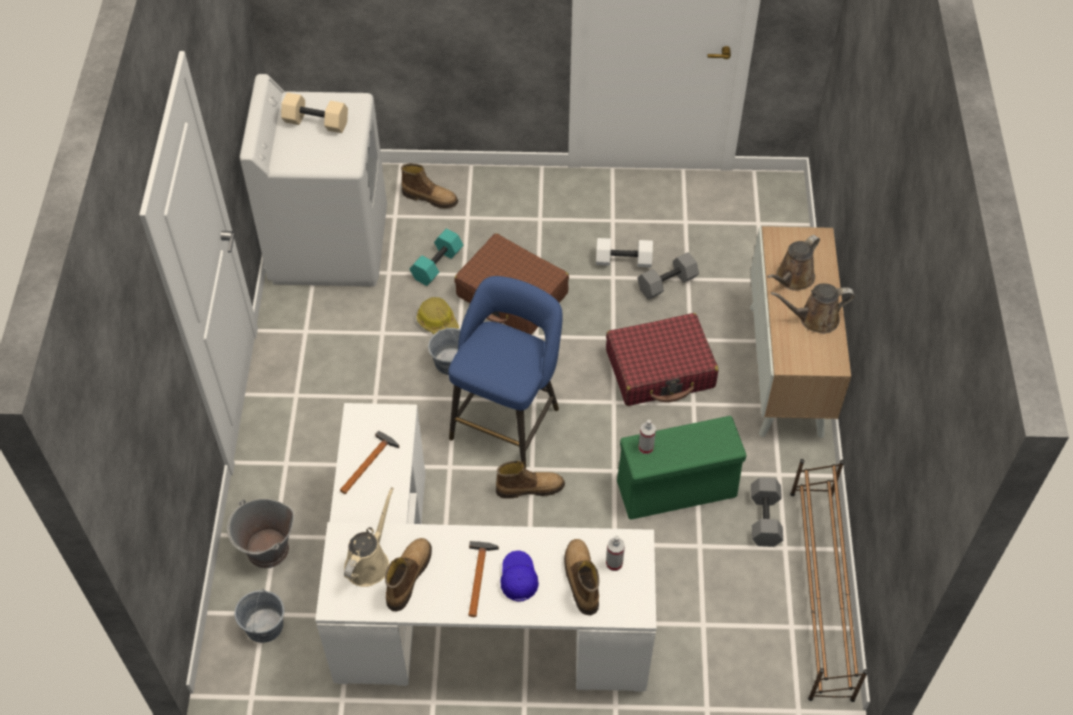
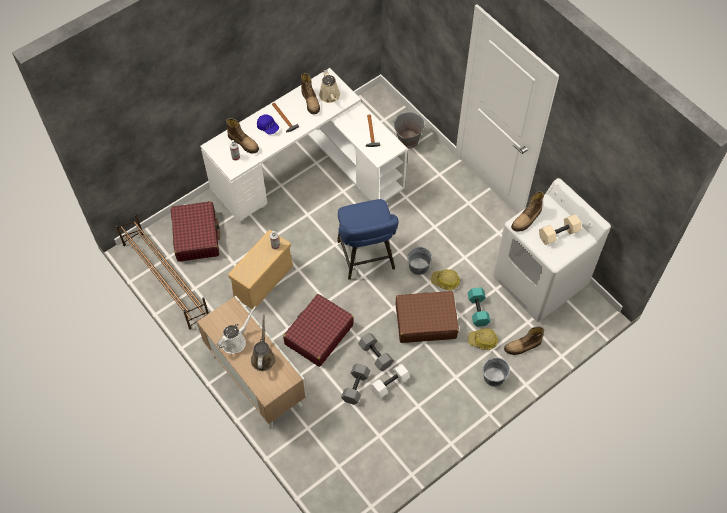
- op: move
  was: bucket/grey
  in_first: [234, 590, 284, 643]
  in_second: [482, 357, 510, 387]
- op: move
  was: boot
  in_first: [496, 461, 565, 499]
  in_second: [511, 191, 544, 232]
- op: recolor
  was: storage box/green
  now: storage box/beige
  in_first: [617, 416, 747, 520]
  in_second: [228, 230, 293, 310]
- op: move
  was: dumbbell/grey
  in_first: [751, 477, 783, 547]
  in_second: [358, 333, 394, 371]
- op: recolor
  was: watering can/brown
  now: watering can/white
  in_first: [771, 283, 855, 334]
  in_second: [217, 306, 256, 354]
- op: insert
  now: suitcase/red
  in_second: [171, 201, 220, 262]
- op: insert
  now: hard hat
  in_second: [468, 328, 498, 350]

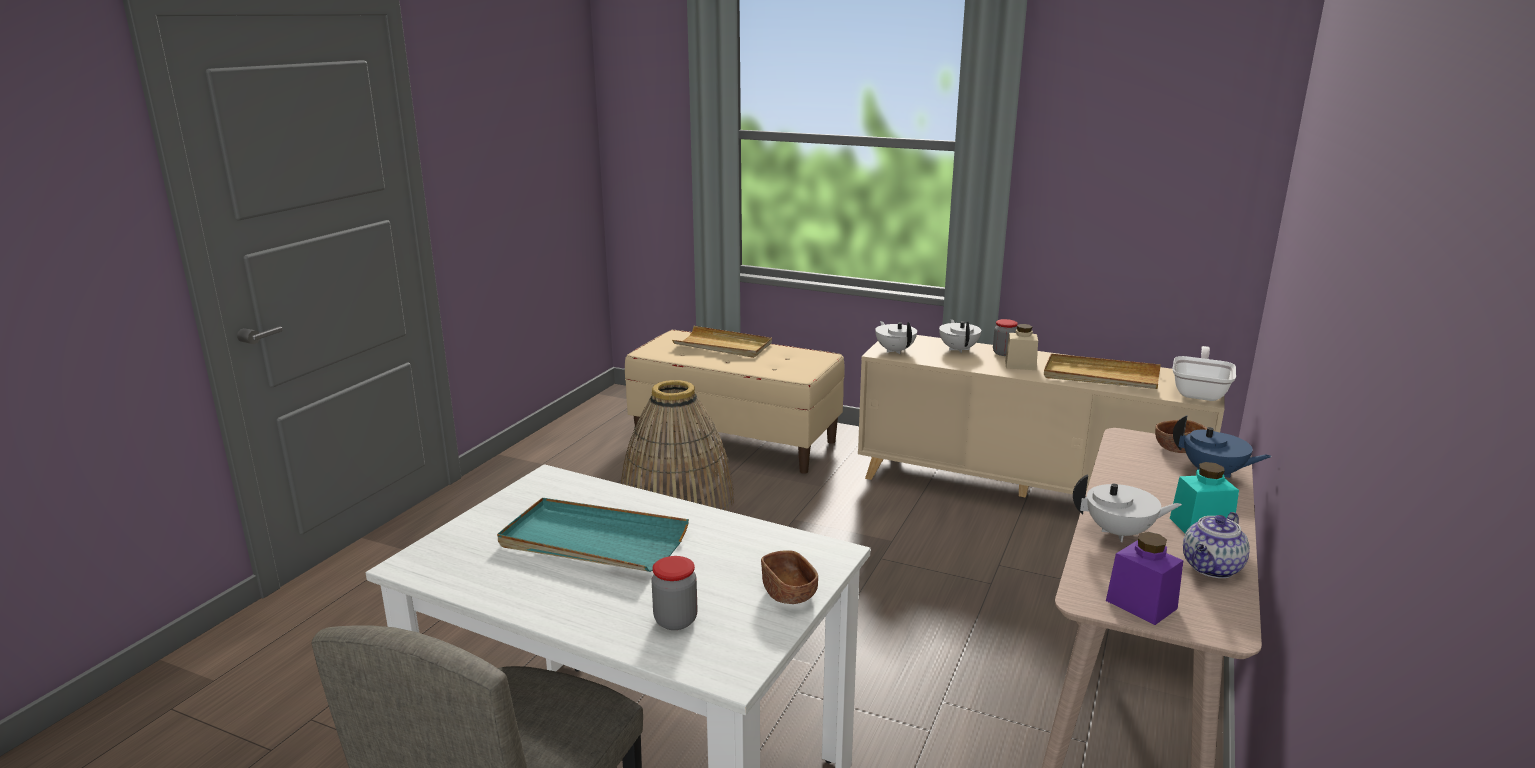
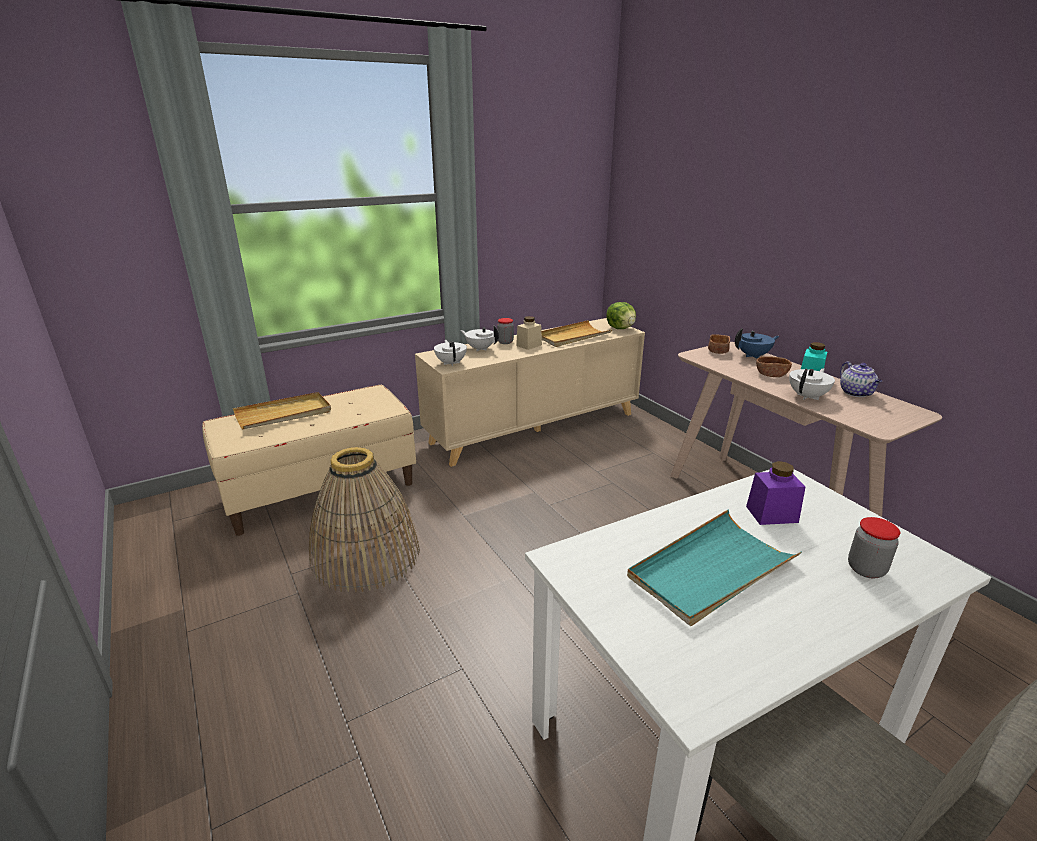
- op: move
  was: bowl/brown
  in_first: [761, 550, 818, 604]
  in_second: [756, 356, 792, 377]
- op: rotate
  was: teapot/white
  in_first: [875, 321, 917, 354]
  in_second: [434, 340, 467, 366]
  clockwise: 60
- op: move
  was: jar/purple
  in_first: [1106, 532, 1183, 625]
  in_second: [746, 461, 805, 525]
- op: replace
  was: frying pan
  now: lettuce
  in_first: [1173, 346, 1236, 401]
  in_second: [606, 302, 636, 329]

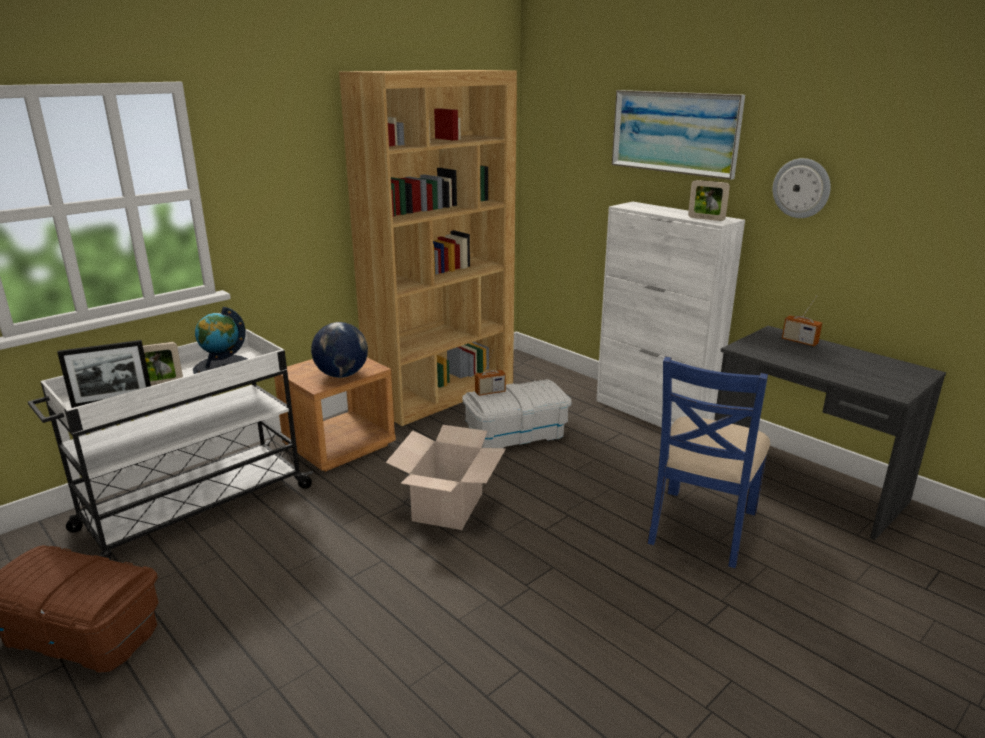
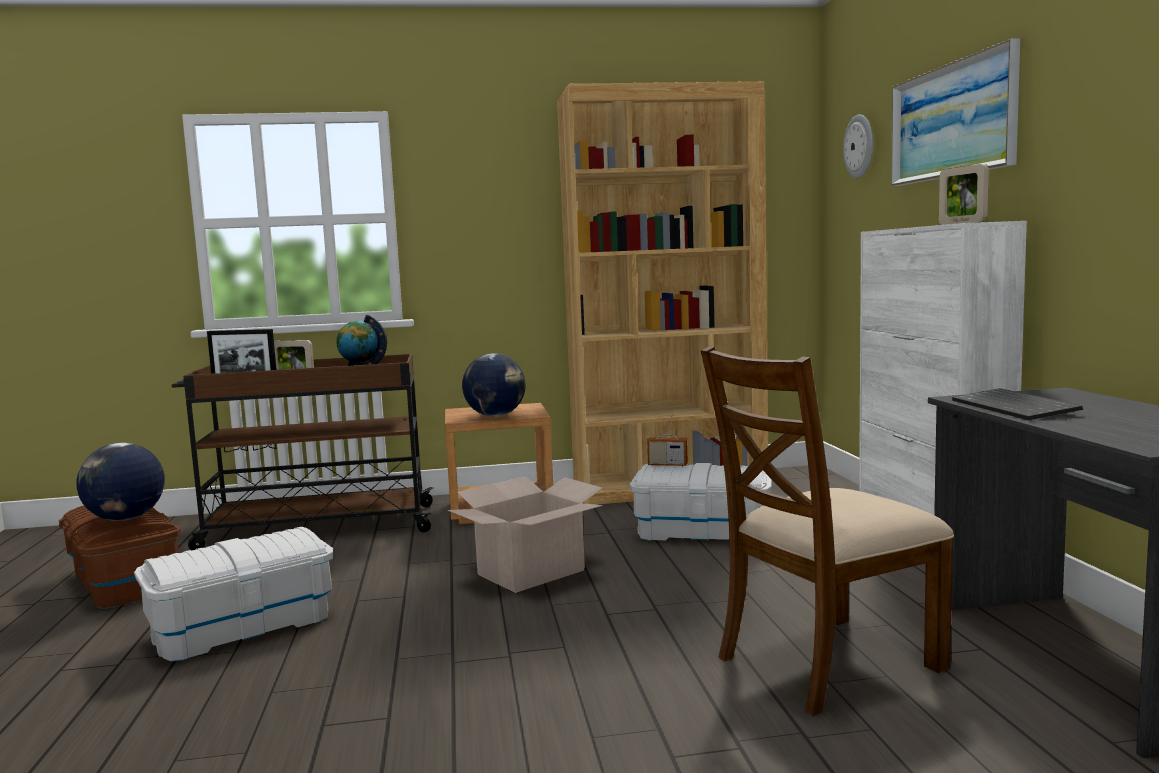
- op: recolor
  was: cart/white
  now: cart/brown
  in_first: [28, 329, 313, 560]
  in_second: [172, 354, 433, 550]
- op: recolor
  was: chair/blue
  now: chair/brown
  in_first: [647, 356, 770, 568]
  in_second: [701, 346, 954, 716]
- op: move
  was: wall clock
  in_first: [773, 158, 831, 218]
  in_second: [843, 114, 873, 178]
- op: delete
  was: radio
  in_first: [782, 296, 822, 346]
- op: insert
  now: globe
  in_second: [77, 442, 165, 521]
- op: insert
  now: storage box/white
  in_second: [134, 527, 333, 662]
- op: insert
  now: keyboard
  in_second: [952, 388, 1083, 420]

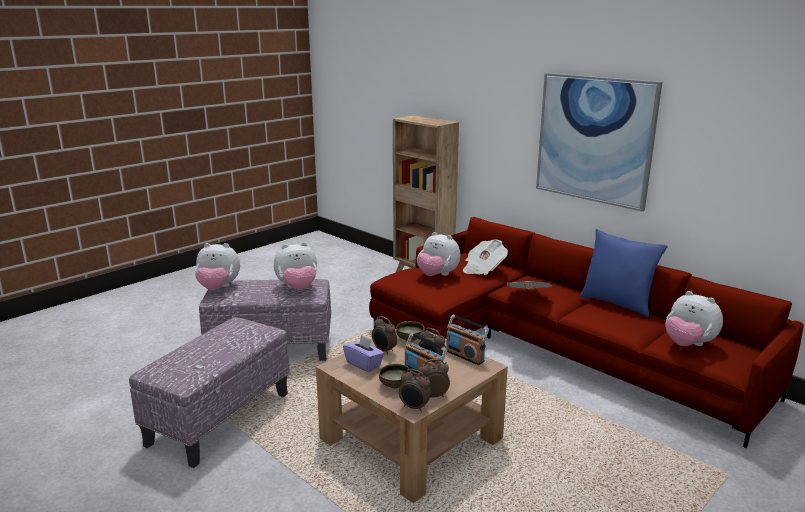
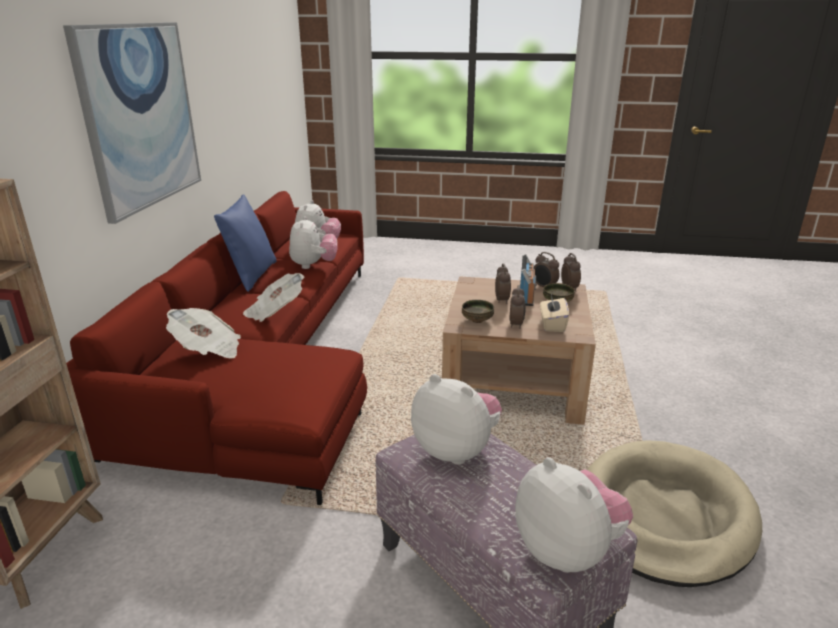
- op: replace
  was: ottoman
  now: dog bed/beige
  in_first: [129, 317, 290, 468]
  in_second: [587, 440, 762, 587]
- op: recolor
  was: tissue box/purple
  now: tissue box/beige
  in_first: [343, 335, 384, 372]
  in_second: [540, 294, 569, 332]
- op: move
  was: plush toy
  in_first: [417, 232, 460, 276]
  in_second: [289, 216, 338, 269]
- op: delete
  was: radio
  in_first: [446, 314, 489, 365]

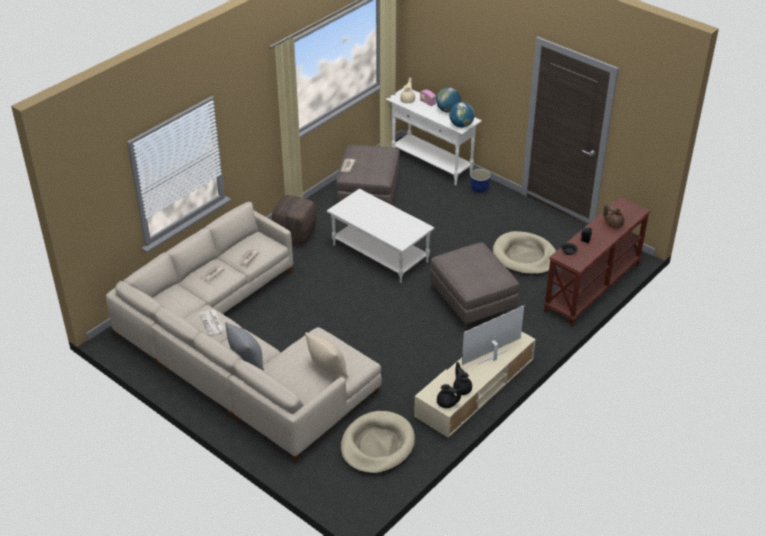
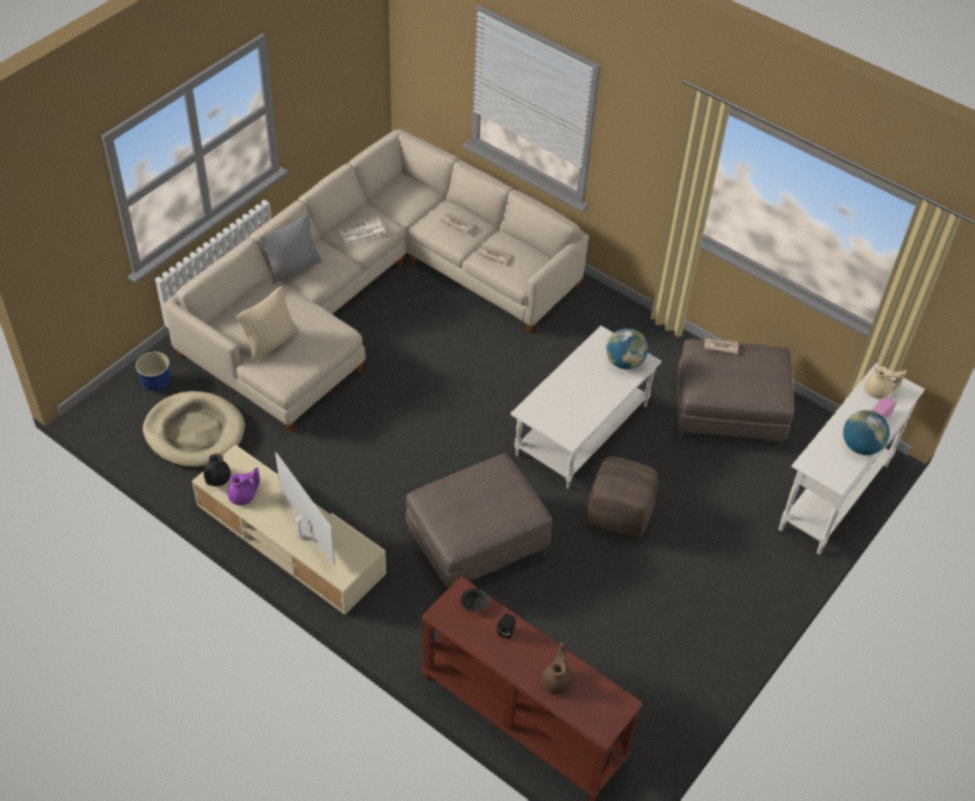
- op: move
  was: ottoman/brown
  in_first: [272, 195, 316, 244]
  in_second: [588, 457, 658, 539]
- op: move
  was: globe
  in_first: [449, 102, 475, 128]
  in_second: [606, 328, 648, 369]
- op: recolor
  was: teapot/black
  now: teapot/purple
  in_first: [453, 362, 472, 395]
  in_second: [227, 468, 260, 505]
- op: move
  was: planter
  in_first: [470, 169, 491, 193]
  in_second: [136, 352, 171, 391]
- op: delete
  was: dog bed/beige
  in_first: [493, 231, 556, 275]

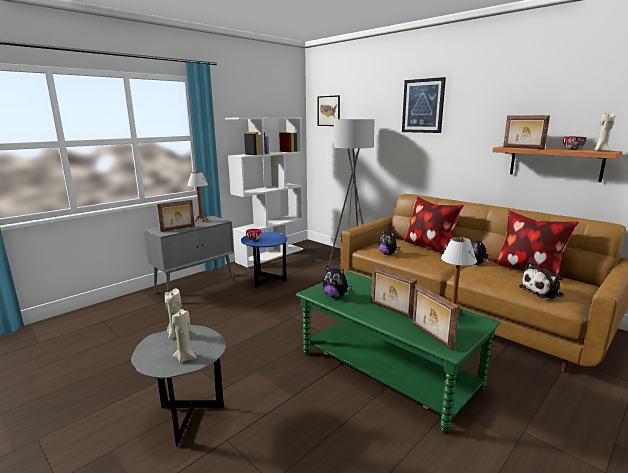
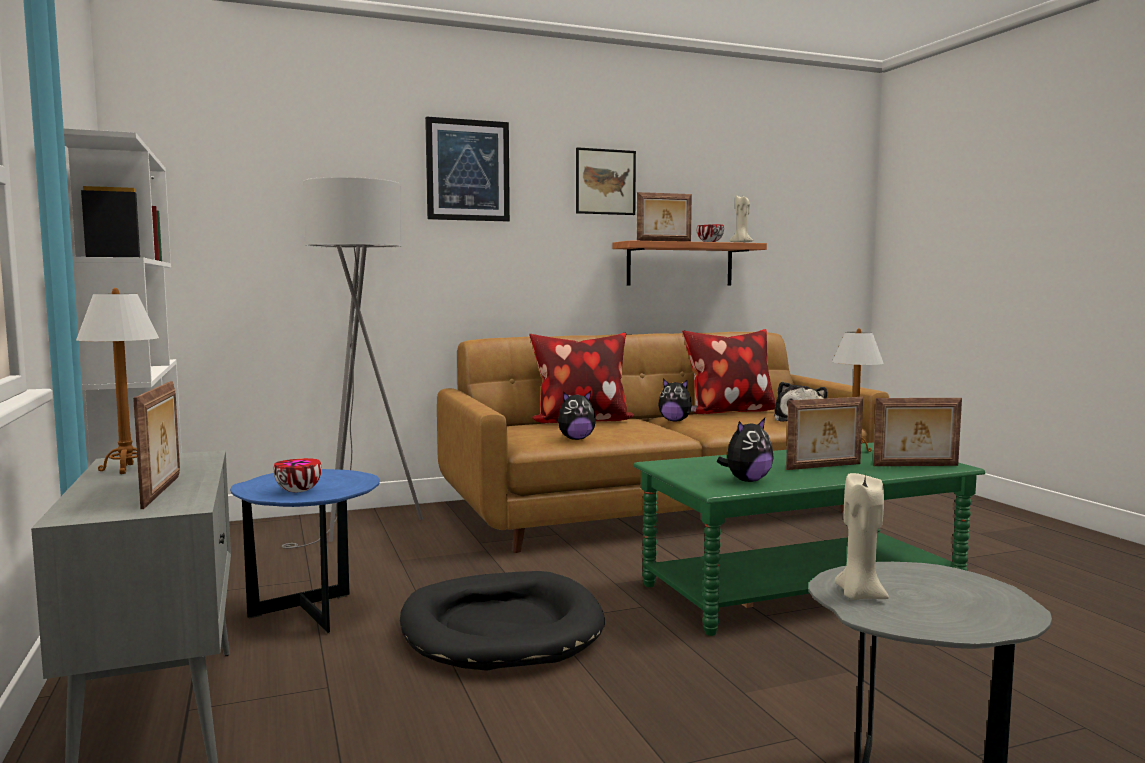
- op: delete
  was: candle/beige
  in_first: [172, 309, 197, 363]
- op: move
  was: picture
  in_first: [317, 95, 340, 126]
  in_second: [576, 147, 636, 215]
- op: insert
  now: dog bed/black
  in_second: [400, 571, 605, 671]

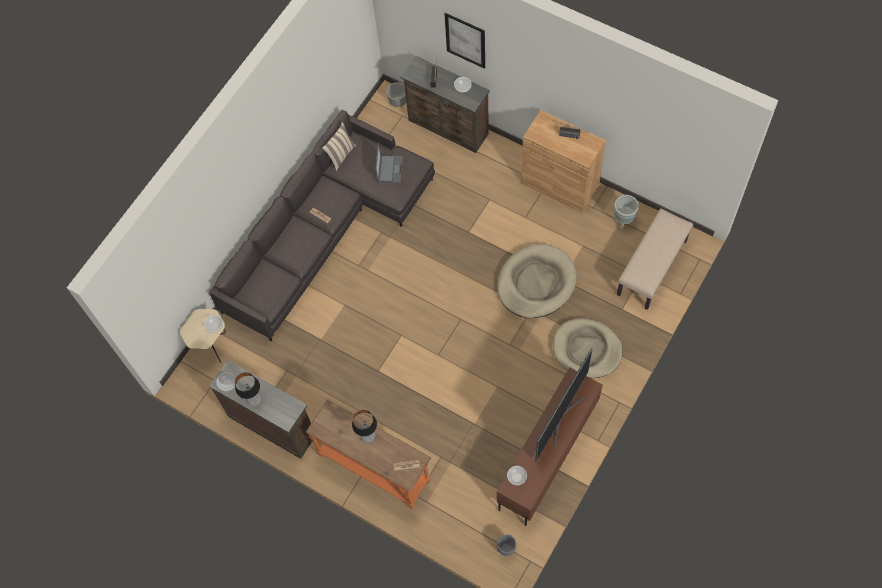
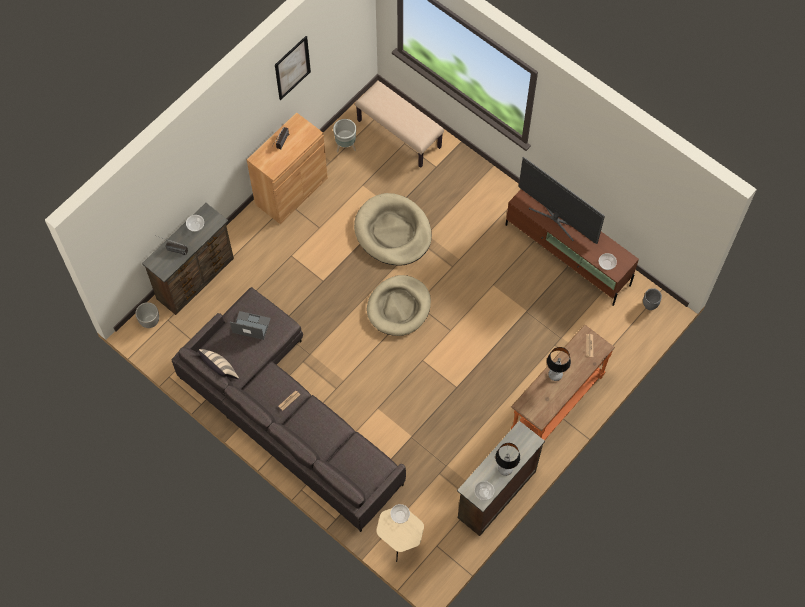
- op: move
  was: picture
  in_first: [445, 13, 485, 69]
  in_second: [275, 36, 311, 100]
- op: move
  was: dog bed/beige
  in_first: [553, 318, 623, 378]
  in_second: [367, 275, 431, 336]

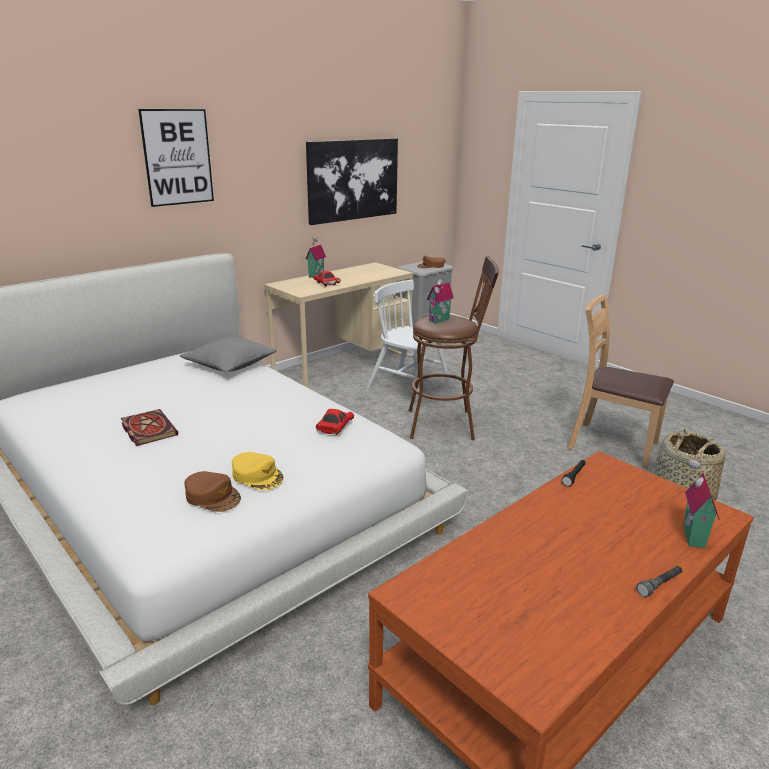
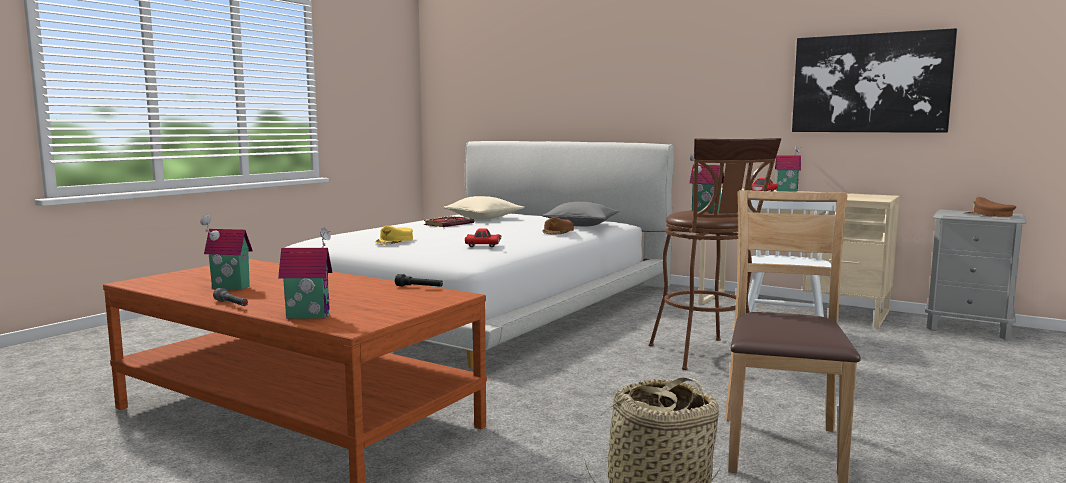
- op: delete
  was: picture
  in_first: [138, 109, 214, 207]
- op: move
  was: cap/brown
  in_first: [184, 471, 241, 512]
  in_second: [543, 217, 574, 234]
- op: insert
  now: toy house
  in_second: [200, 215, 253, 290]
- op: insert
  now: pillow/beige
  in_second: [443, 196, 525, 220]

